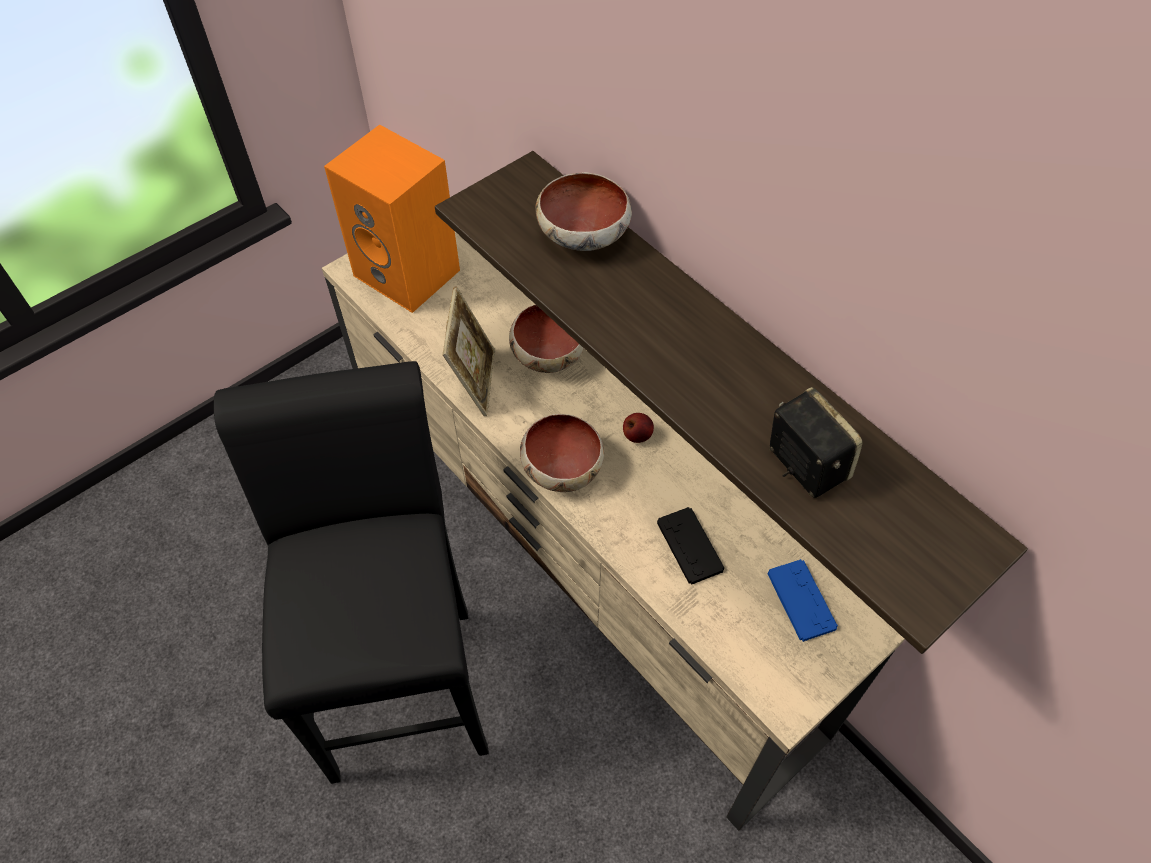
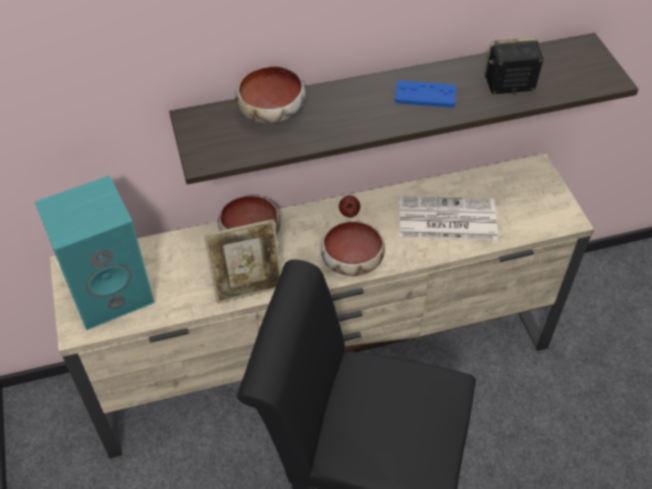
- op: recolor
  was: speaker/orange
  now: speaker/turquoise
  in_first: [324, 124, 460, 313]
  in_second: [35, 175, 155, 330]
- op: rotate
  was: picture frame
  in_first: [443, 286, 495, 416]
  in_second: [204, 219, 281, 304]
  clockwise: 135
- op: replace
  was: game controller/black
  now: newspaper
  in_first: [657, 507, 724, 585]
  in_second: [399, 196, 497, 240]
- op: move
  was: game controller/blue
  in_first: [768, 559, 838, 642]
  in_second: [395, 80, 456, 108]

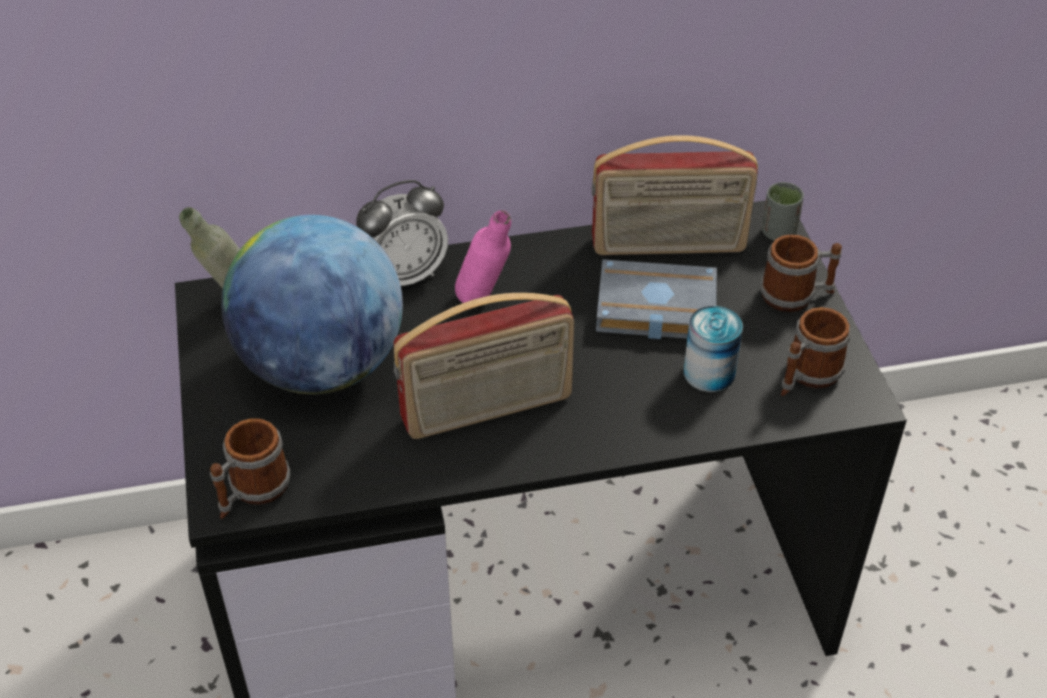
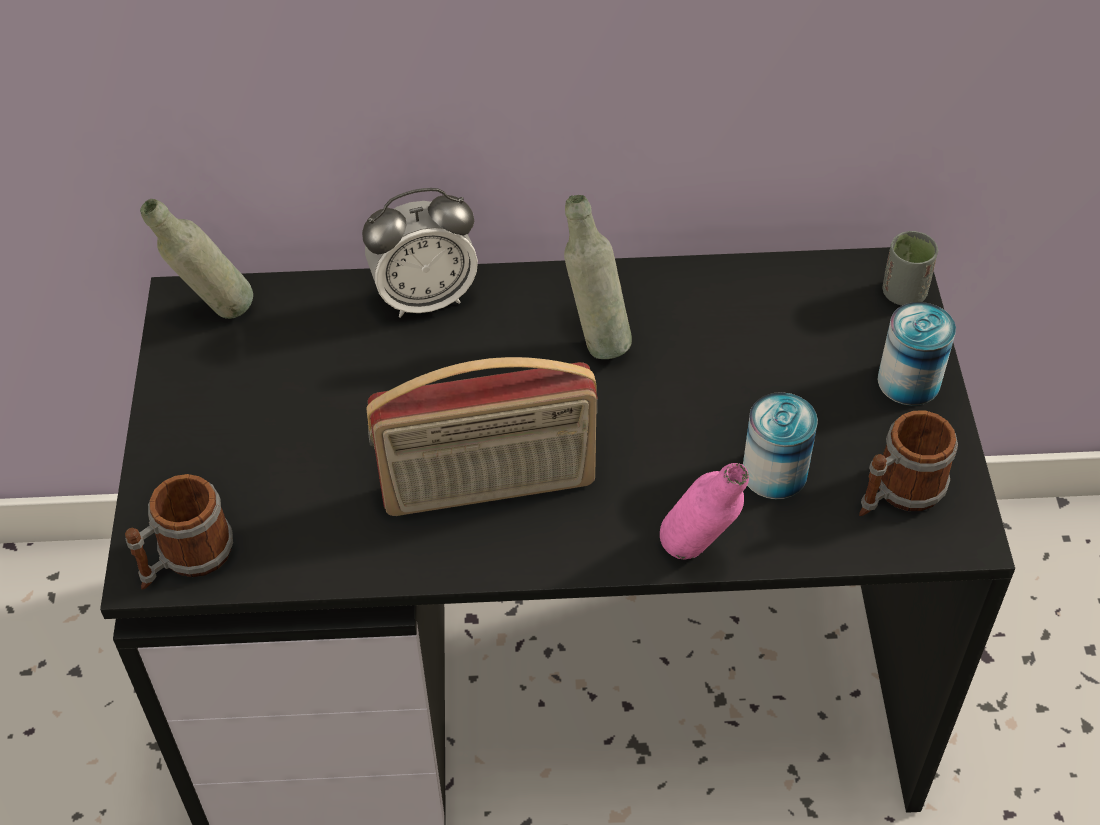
- op: delete
  was: globe
  in_first: [221, 215, 403, 394]
- op: move
  was: bottle/pink
  in_first: [455, 210, 511, 303]
  in_second: [660, 463, 749, 559]
- op: delete
  was: radio
  in_first: [592, 135, 758, 255]
- op: delete
  was: book/grey
  in_first: [596, 259, 717, 339]
- op: replace
  was: mug
  now: can
  in_first: [761, 234, 842, 312]
  in_second: [878, 302, 956, 406]
- op: insert
  now: bottle/grey
  in_second: [564, 195, 632, 359]

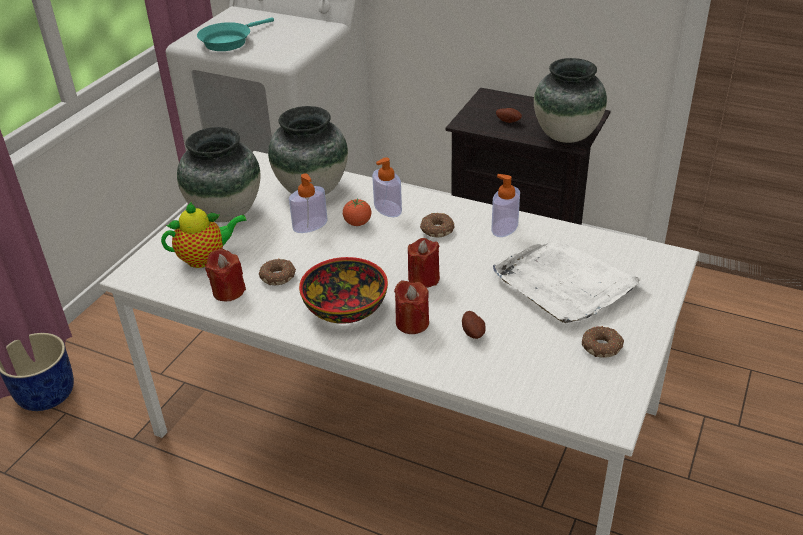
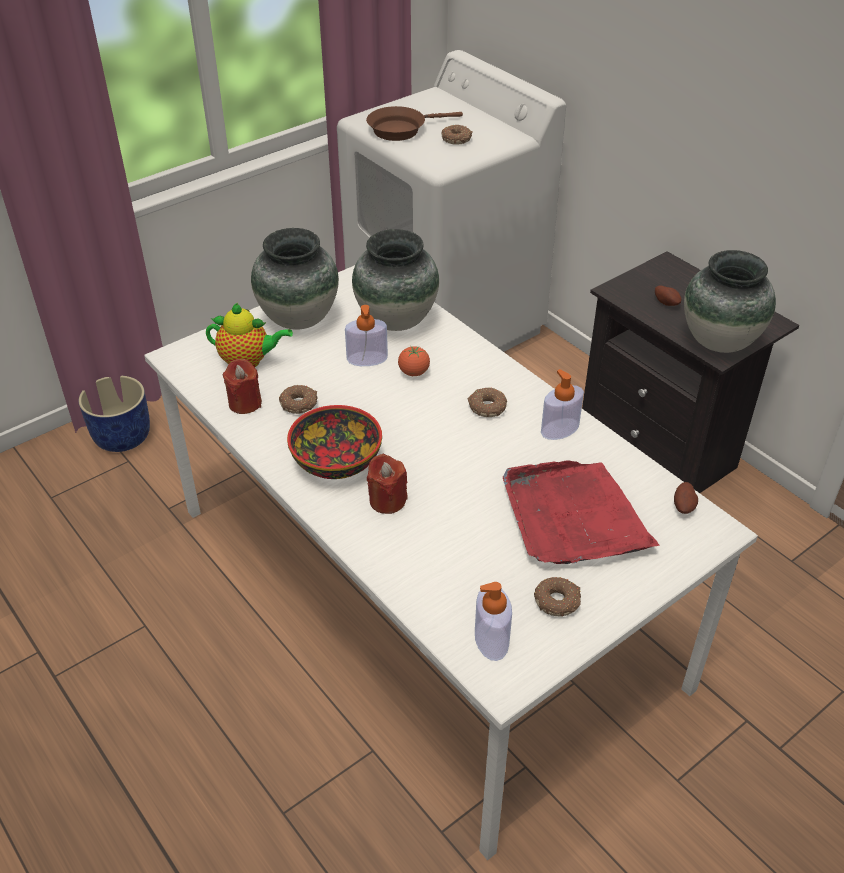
- op: recolor
  was: frying pan/turquoise
  now: frying pan/brown
  in_first: [197, 17, 274, 51]
  in_second: [366, 106, 463, 141]
- op: move
  was: soap dispenser
  in_first: [372, 157, 402, 217]
  in_second: [475, 582, 512, 661]
- op: delete
  was: candle/red
  in_first: [408, 238, 440, 288]
- op: move
  was: potato
  in_first: [462, 311, 486, 339]
  in_second: [674, 482, 698, 514]
- op: recolor
  was: tray/white
  now: tray/red
  in_first: [493, 240, 646, 324]
  in_second: [503, 461, 660, 564]
- op: insert
  now: donut
  in_second: [442, 125, 473, 145]

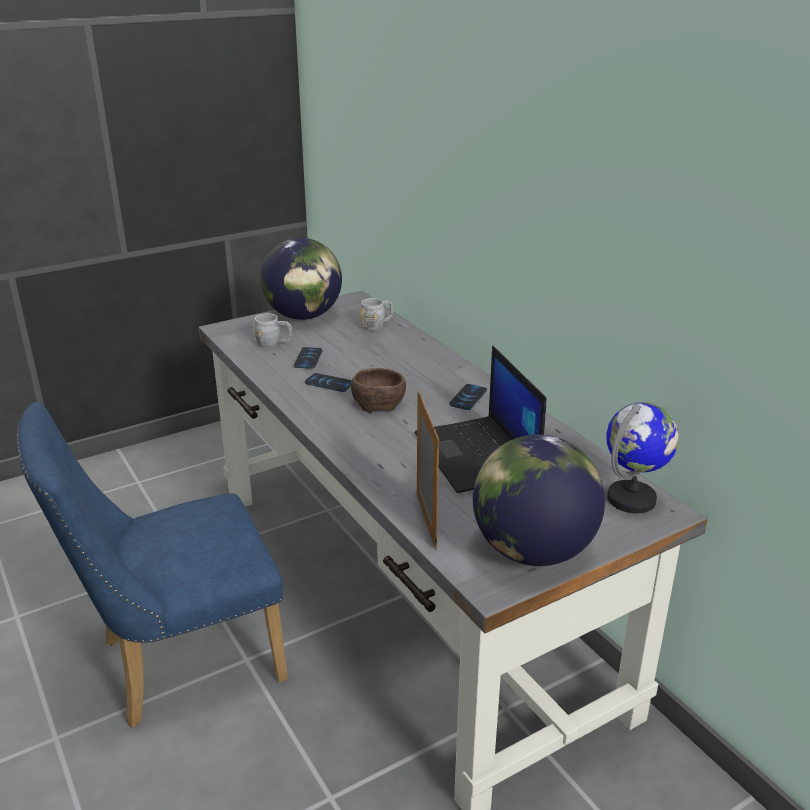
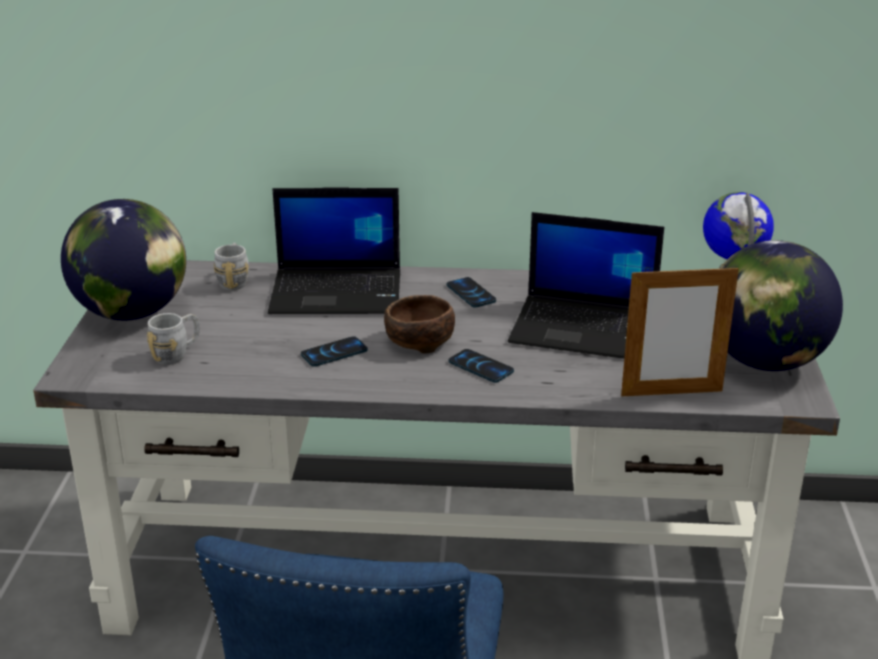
- op: move
  was: phone
  in_first: [294, 347, 322, 369]
  in_second: [449, 349, 514, 383]
- op: rotate
  was: picture frame
  in_first: [417, 391, 439, 550]
  in_second: [621, 264, 739, 396]
  clockwise: 150
- op: insert
  now: laptop
  in_second: [268, 188, 400, 314]

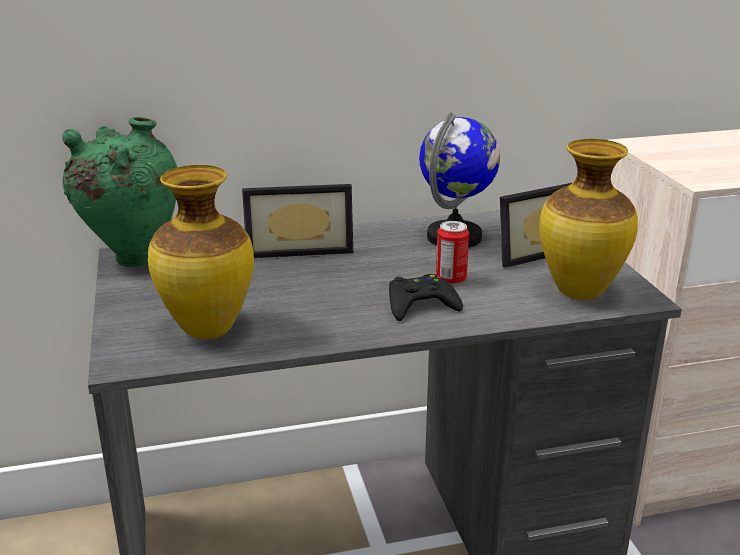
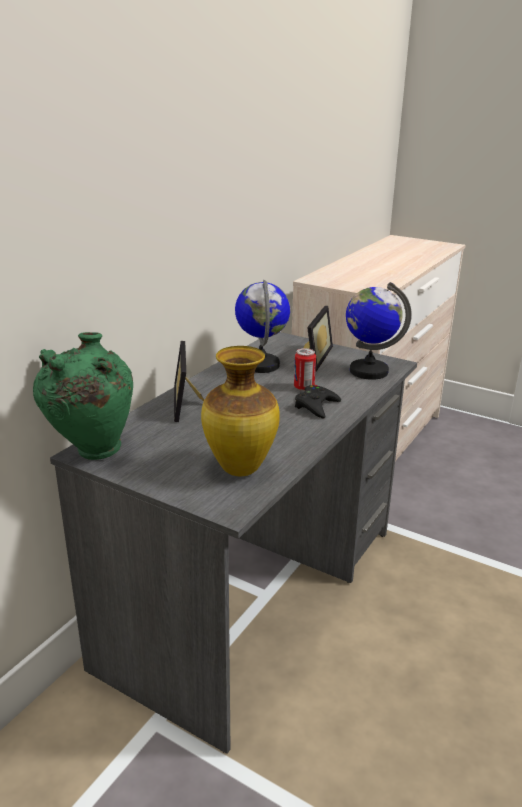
- op: rotate
  was: picture frame
  in_first: [242, 184, 353, 258]
  in_second: [174, 341, 204, 422]
  clockwise: 135
- op: replace
  was: vase
  now: globe
  in_first: [539, 139, 638, 300]
  in_second: [346, 282, 412, 380]

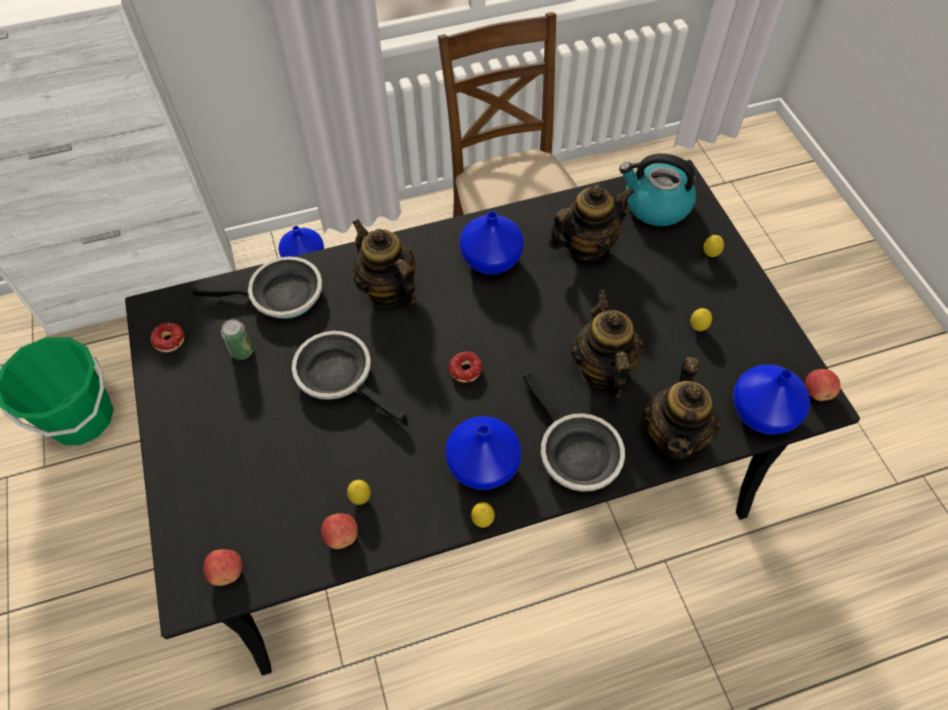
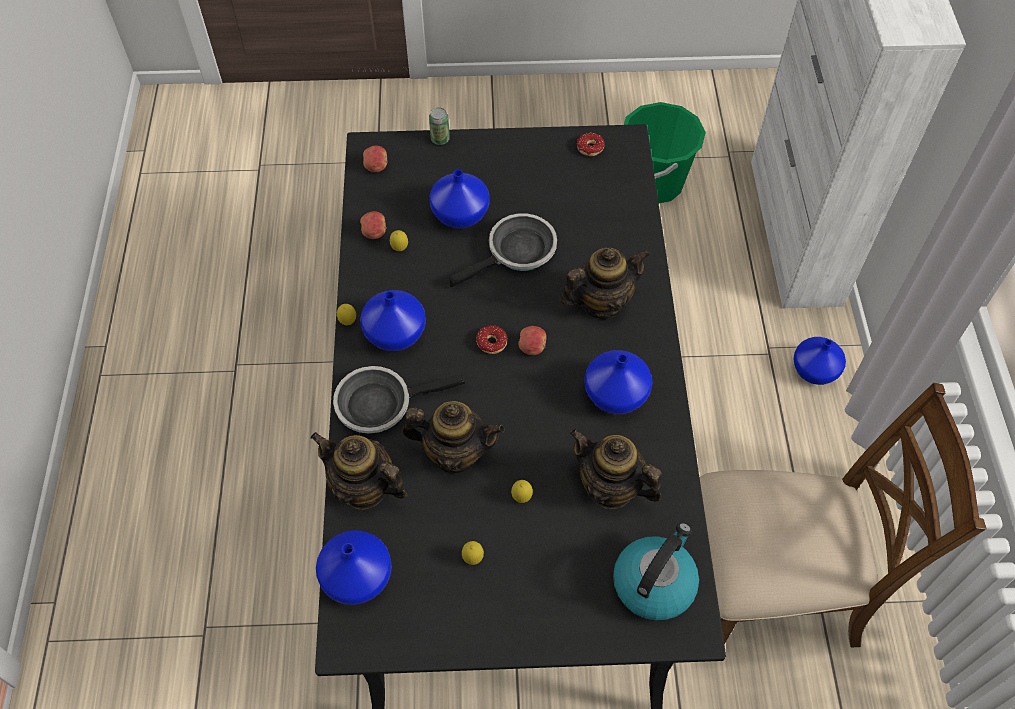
- op: delete
  was: frying pan
  in_first: [192, 257, 323, 319]
- op: move
  was: can
  in_first: [221, 319, 253, 360]
  in_second: [429, 107, 450, 145]
- op: rotate
  was: teapot
  in_first: [548, 185, 635, 262]
  in_second: [570, 428, 662, 509]
  clockwise: 135
- op: move
  was: lemon
  in_first: [704, 235, 724, 257]
  in_second: [511, 480, 533, 503]
- op: move
  was: apple
  in_first: [805, 369, 841, 401]
  in_second: [519, 326, 547, 355]
- op: insert
  now: vase/blue
  in_second: [429, 169, 490, 229]

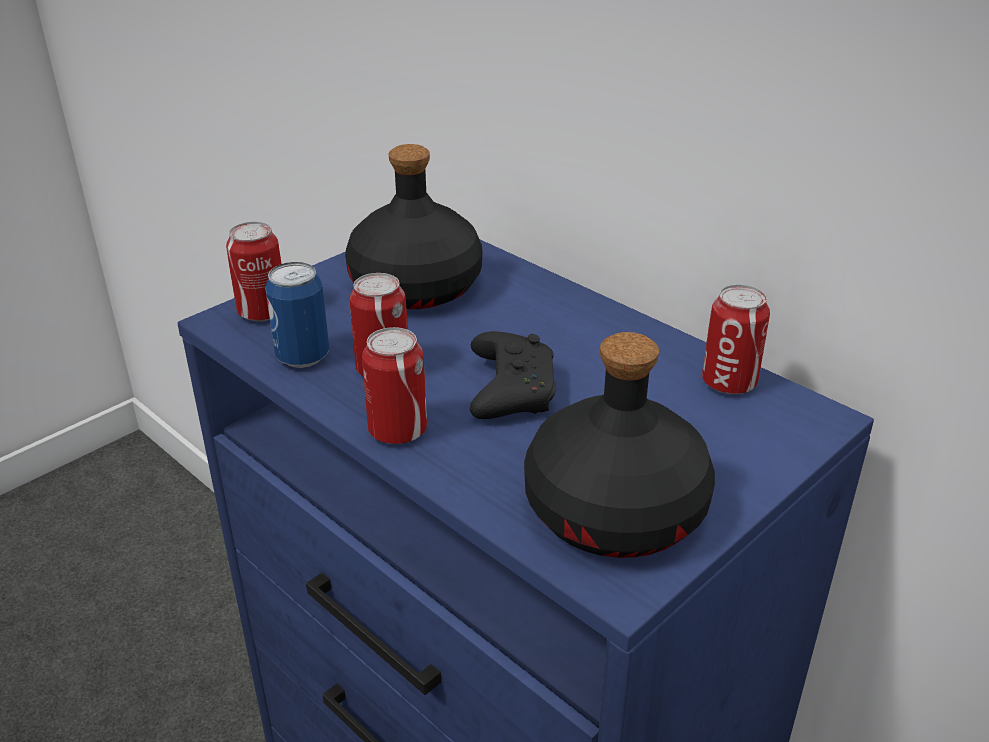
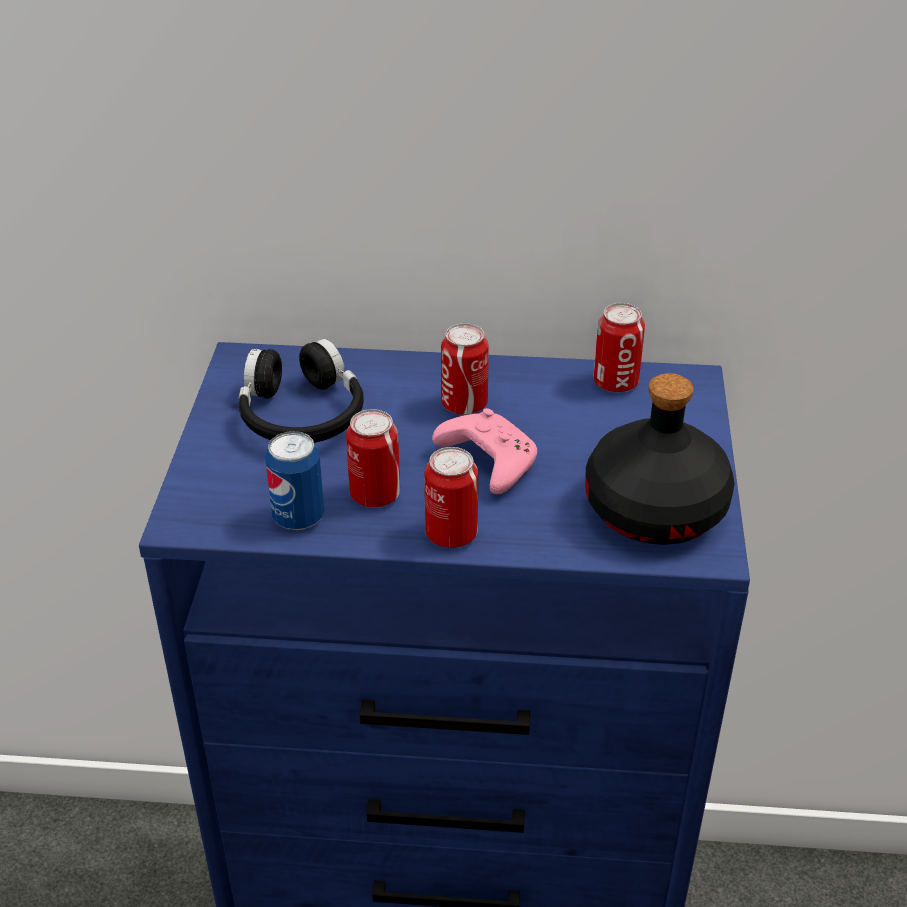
- op: move
  was: can
  in_first: [226, 222, 281, 321]
  in_second: [441, 323, 489, 415]
- op: replace
  was: bottle/black
  now: headphones/black
  in_first: [345, 144, 483, 309]
  in_second: [239, 339, 364, 443]
- op: recolor
  was: game controller/black
  now: game controller/pink
  in_first: [470, 331, 556, 419]
  in_second: [432, 408, 537, 494]

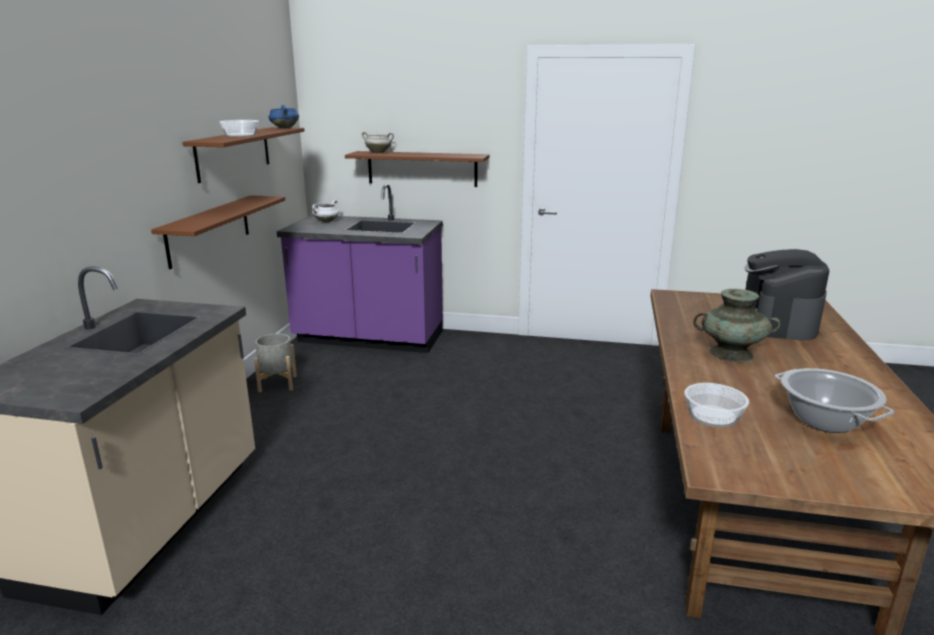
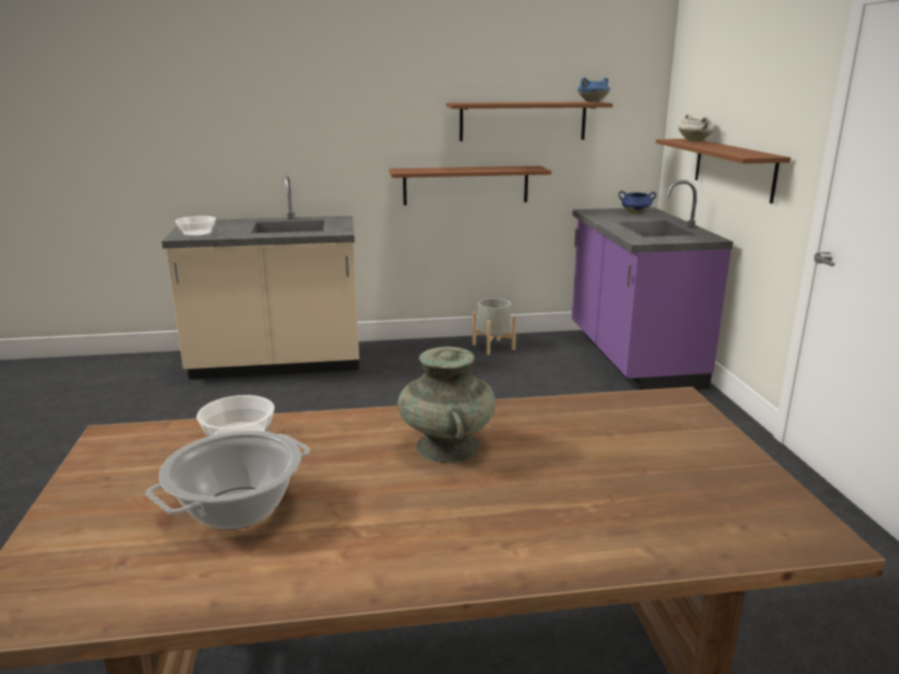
- op: move
  was: bowl
  in_first: [219, 120, 259, 137]
  in_second: [175, 216, 216, 237]
- op: recolor
  was: cooking pot/white
  now: cooking pot/blue
  in_first: [312, 200, 340, 222]
  in_second: [619, 191, 656, 215]
- op: delete
  was: coffee machine
  in_first: [745, 249, 829, 340]

